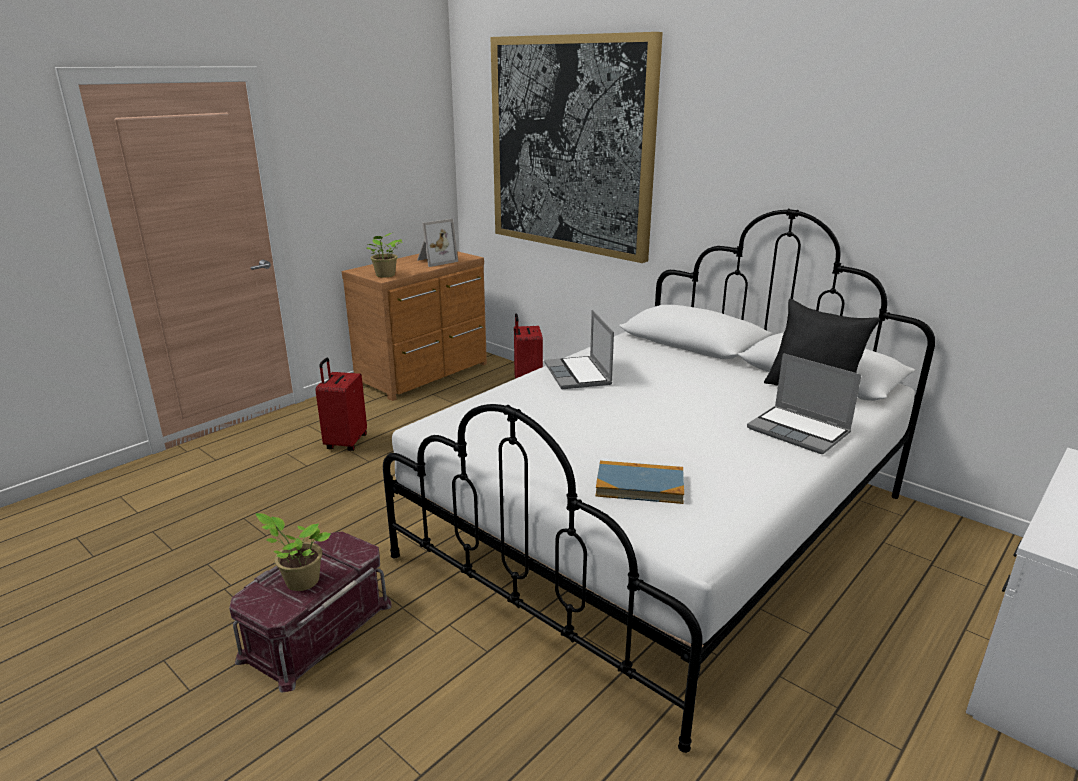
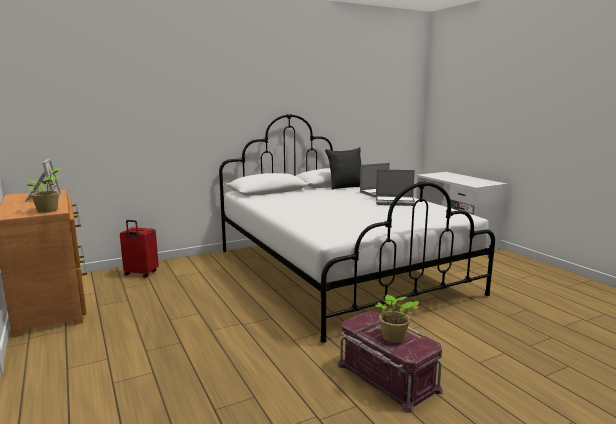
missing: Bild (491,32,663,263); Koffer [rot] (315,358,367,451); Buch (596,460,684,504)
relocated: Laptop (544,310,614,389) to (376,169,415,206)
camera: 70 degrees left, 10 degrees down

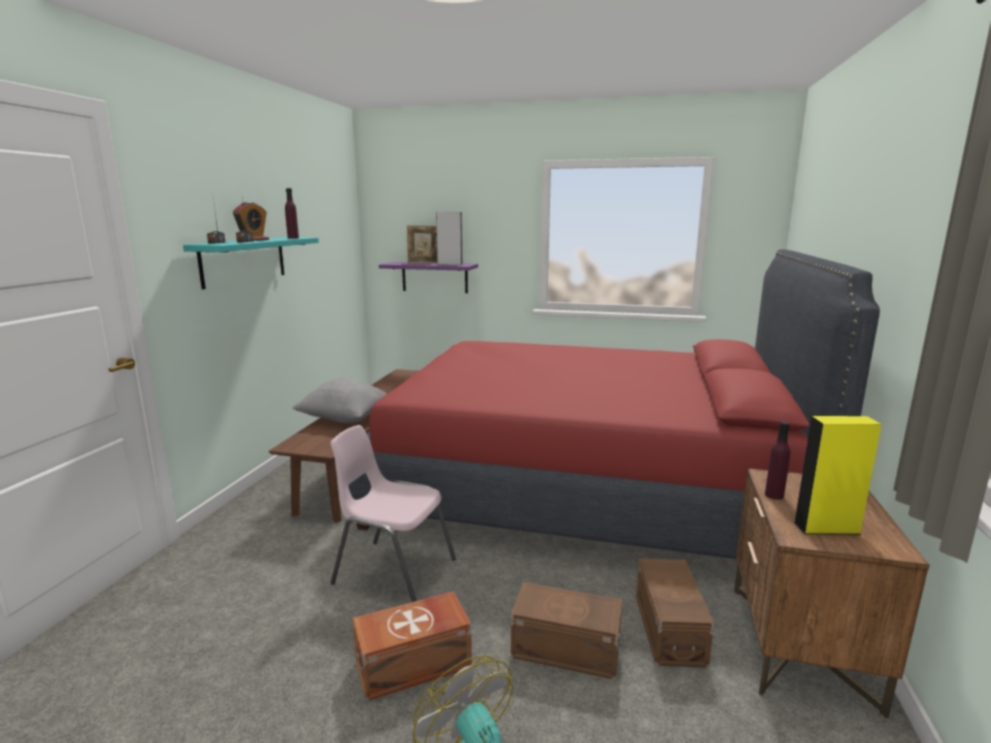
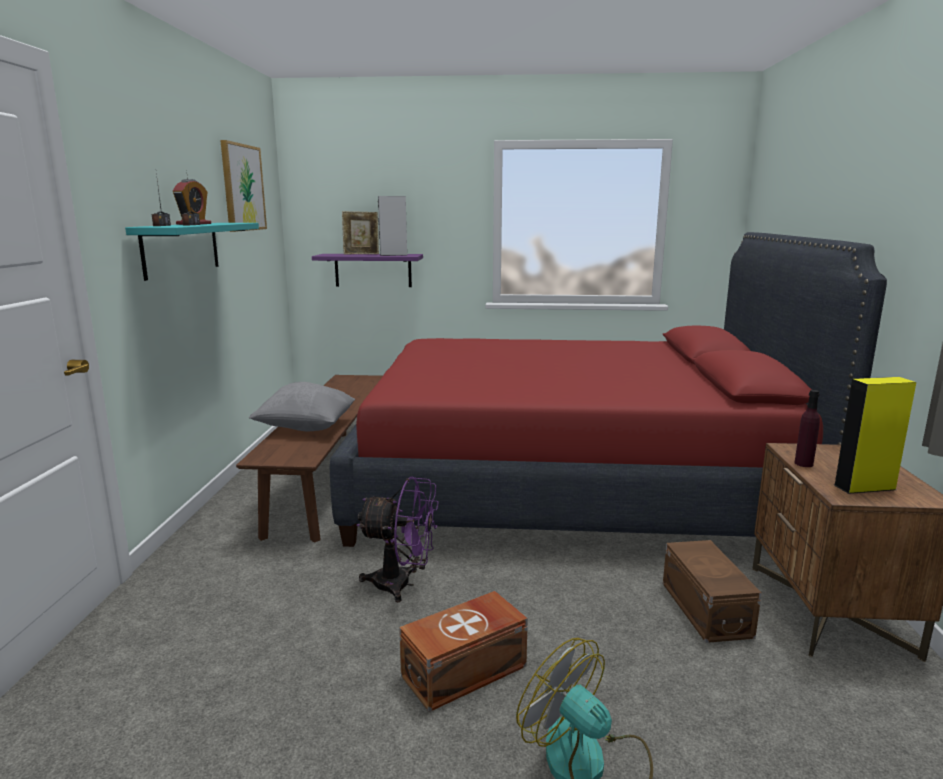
missing: Flasche [lila] (285,188,299,239); Aufbewahrungsbox [braun] (511,582,622,680)
appeared: Bild (220,140,267,232)
exchanged: Stuhl [rosa] (330,425,456,602) to Ventilator [lila] (357,476,439,602)
camera: 10 degrees left, 0 degrees up

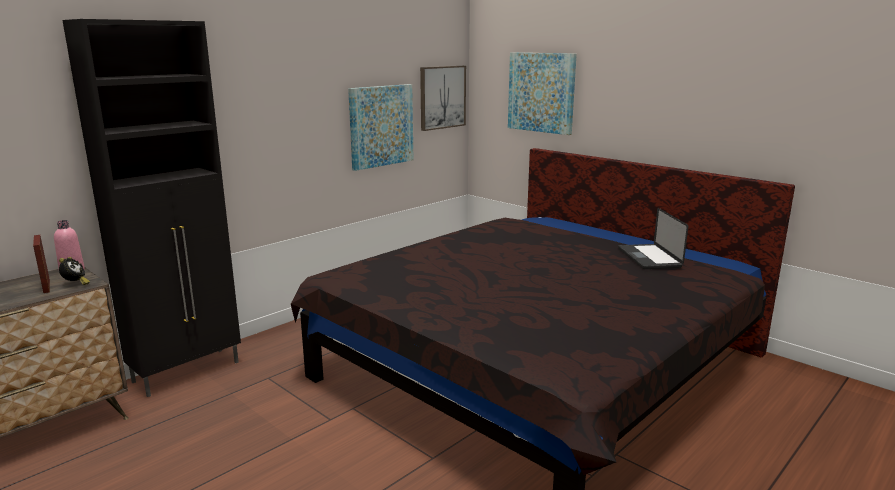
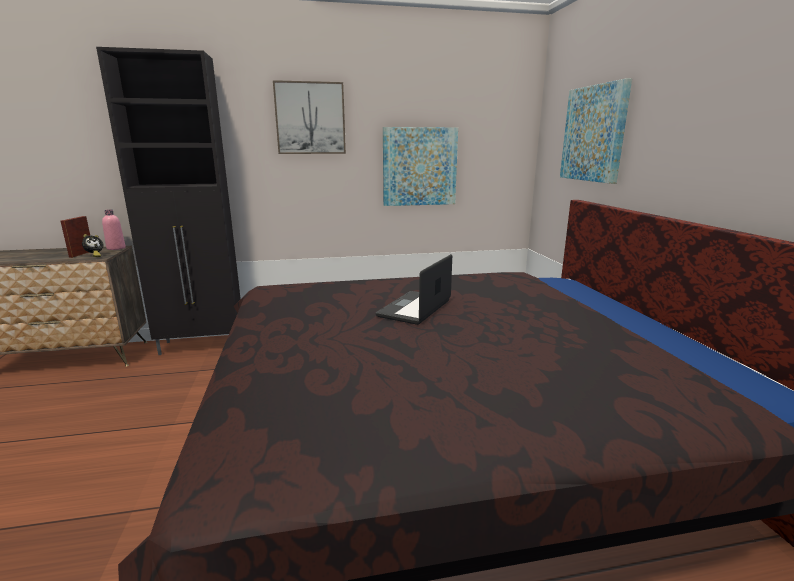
relocated: Bild (420,66,466,131) to (273,80,346,154); Laptop (618,208,688,269) to (376,254,452,325)
camera: 35 degrees right, 0 degrees up

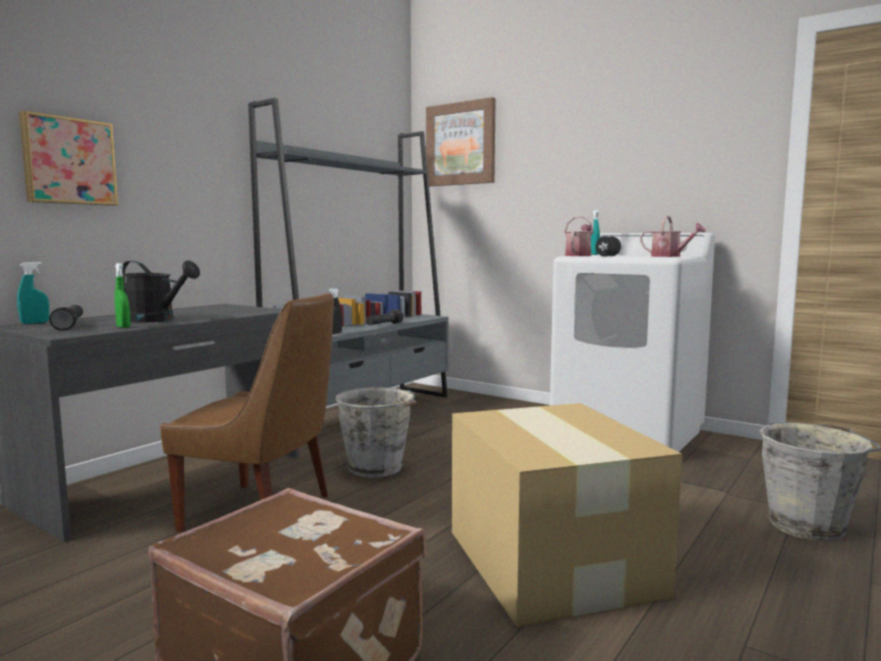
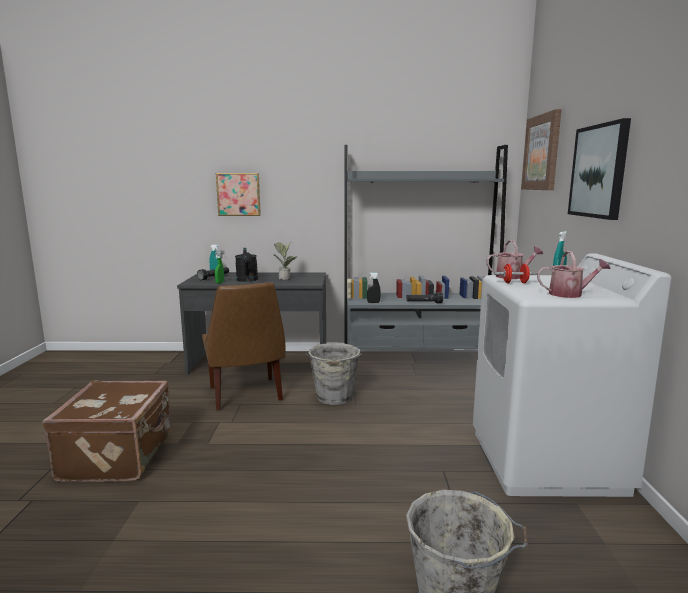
missing: Karton (452,403,682,627)
appeared: Bild (568,118,631,220); Topfpflanze (273,242,298,280)
colour: Hantel [schwarz] (596,236,621,257) to Hantel [rot] (494,264,537,283)
spun: Gießkanne (640,216,706,257) = (537,251,610,298) 90 degrees counterclockwise
camera: 55 degrees right, 5 degrees up

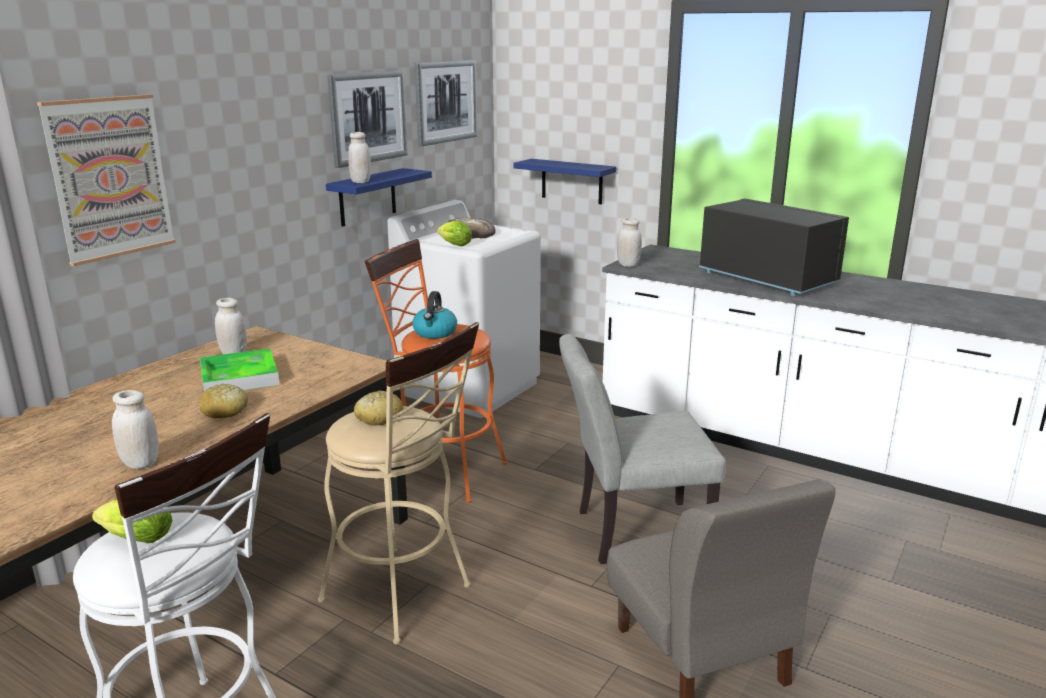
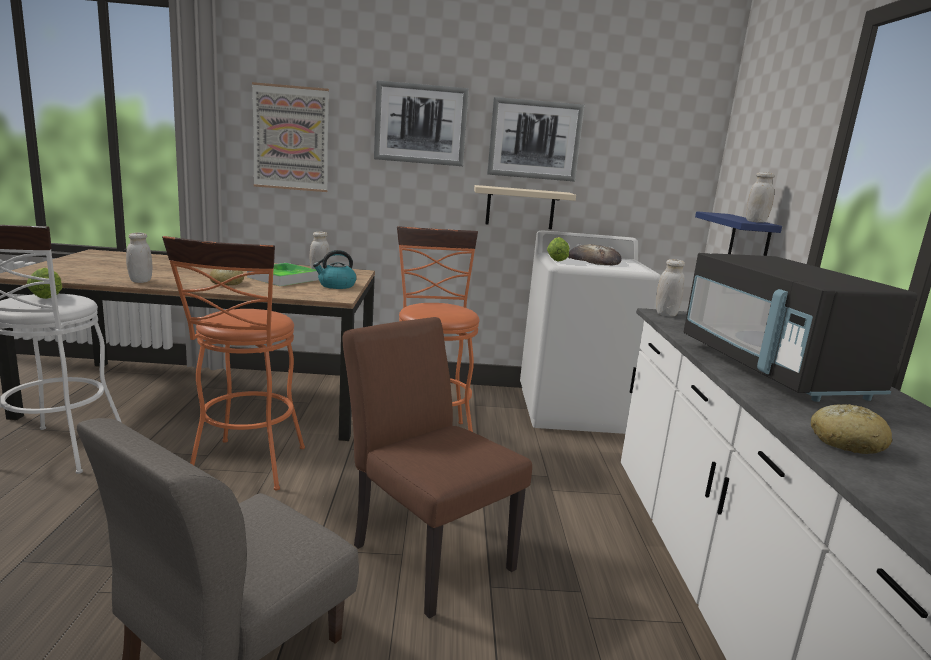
relocated: Bild (415,60,477,147) to (374,80,469,166); Vorratsglas [weiß] (348,132,371,183) to (746,172,775,223); Wasserkessel (412,291,457,339) to (313,250,357,289); Brot (354,391,403,426) to (811,404,892,454)
colour: Wandregal [blau] (326,168,432,227) to Wandregal [beige] (474,185,576,229); Hocker [beige] (318,322,479,645) to Hocker [orange] (162,236,305,490); Stuhl [grau] (559,334,726,564) to Stuhl [braun] (343,317,532,619)
spun: Mikrowelle [schwarz] (699,199,849,296) = (684,253,918,402) 150 degrees clockwise
camera: 55 degrees right, 5 degrees down

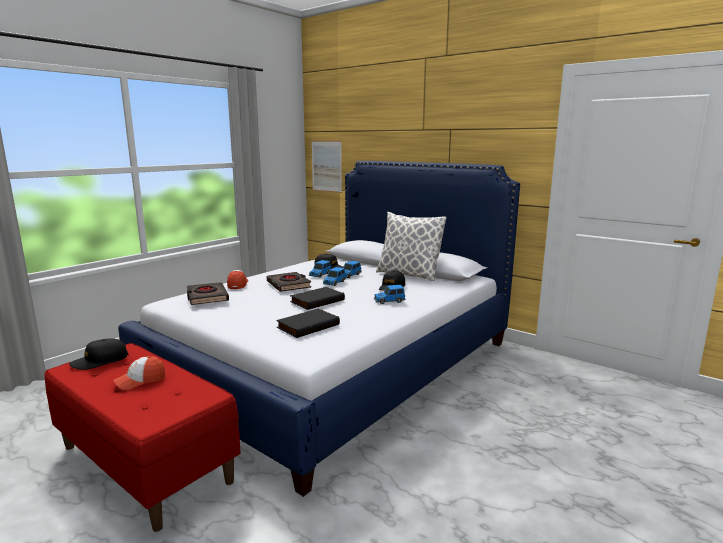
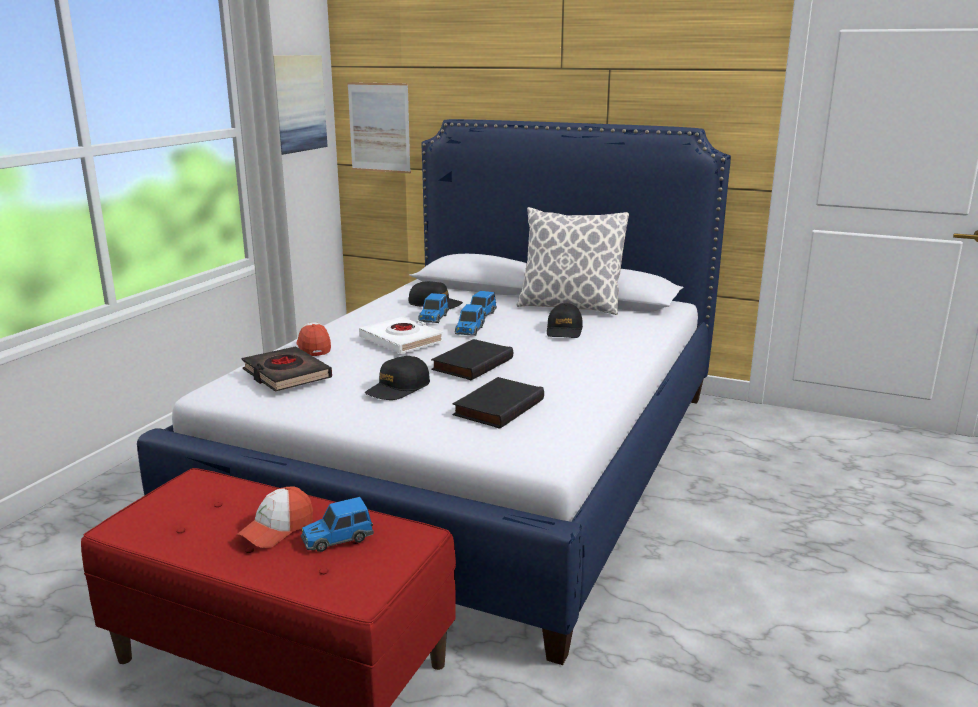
appeared: Bild (273,55,328,155)
relocated: Spielzeugauto (374,285,405,304) to (301,497,374,552); Kappe [schwarz] (69,338,128,370) to (365,356,430,400)
colour: Buch [schwarz] (267,272,311,292) to Buch [weiß] (359,317,444,354)
camera: 15 degrees left, 5 degrees up

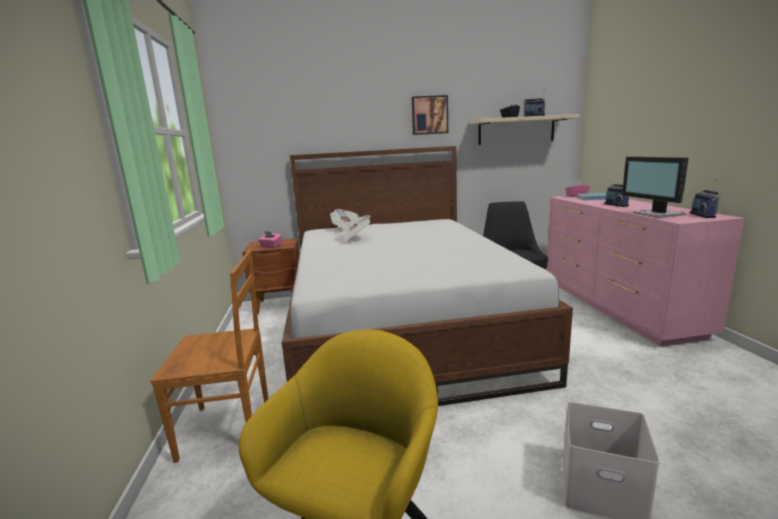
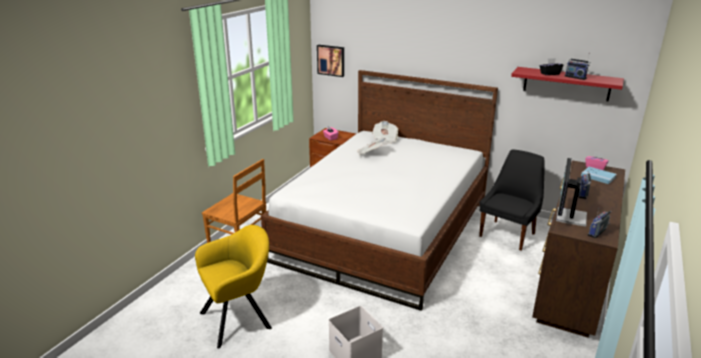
relocated: Bild (412,95,448,135) to (317,45,344,77)
colour: Wandregal [beige] (470,114,580,145) to Wandregal [rot] (511,67,624,101); Kommode [rosa] (547,196,745,346) to Kommode [braun] (532,160,625,337)
camera: 35 degrees right, 10 degrees up

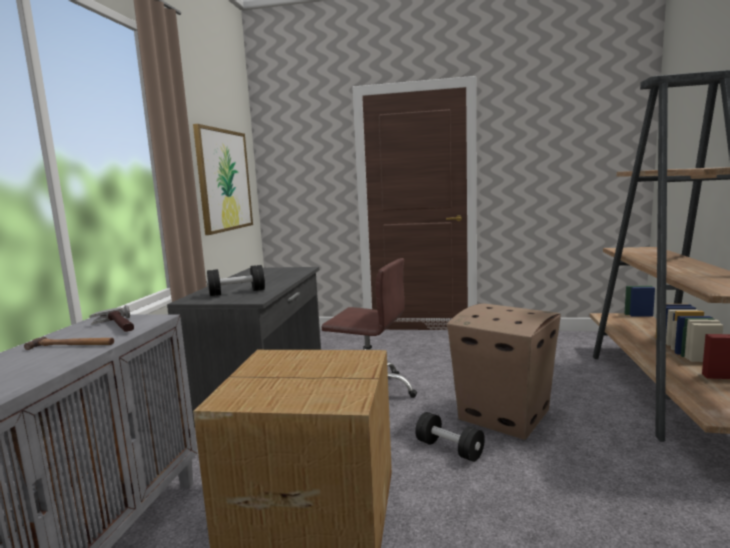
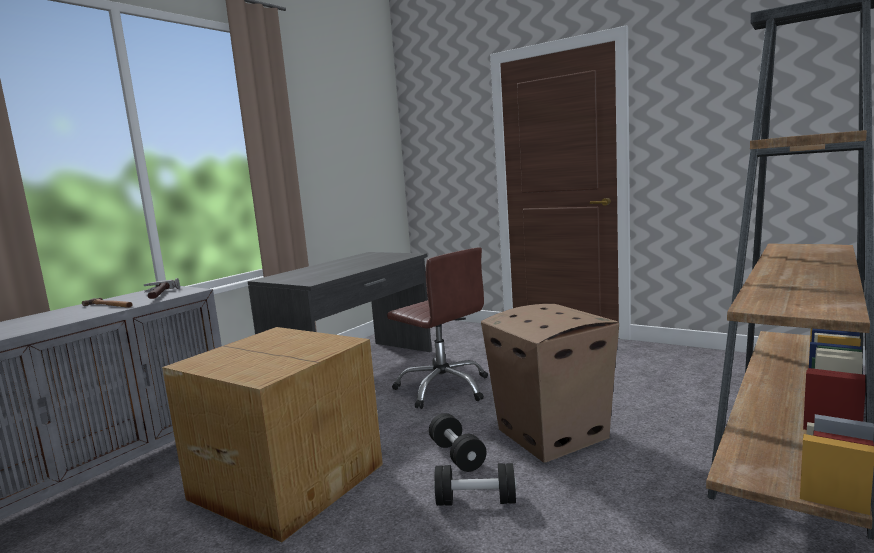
missing: Bild (193,124,253,235)
relocated: Hantel [schwarz] (207,265,265,296) to (434,463,517,506)
camera: 25 degrees right, 0 degrees up

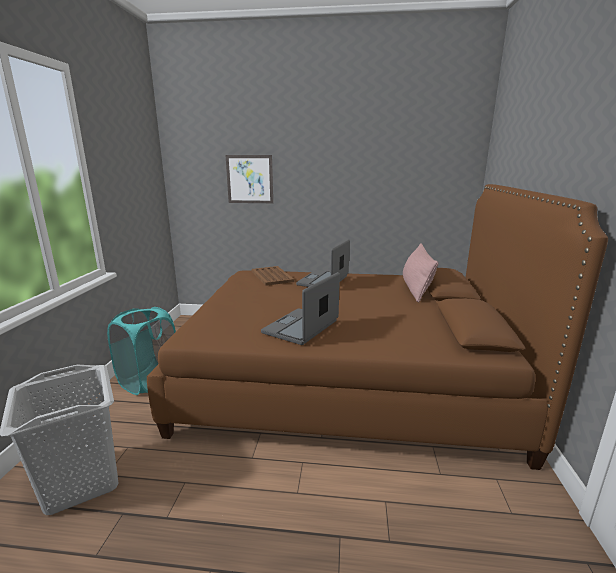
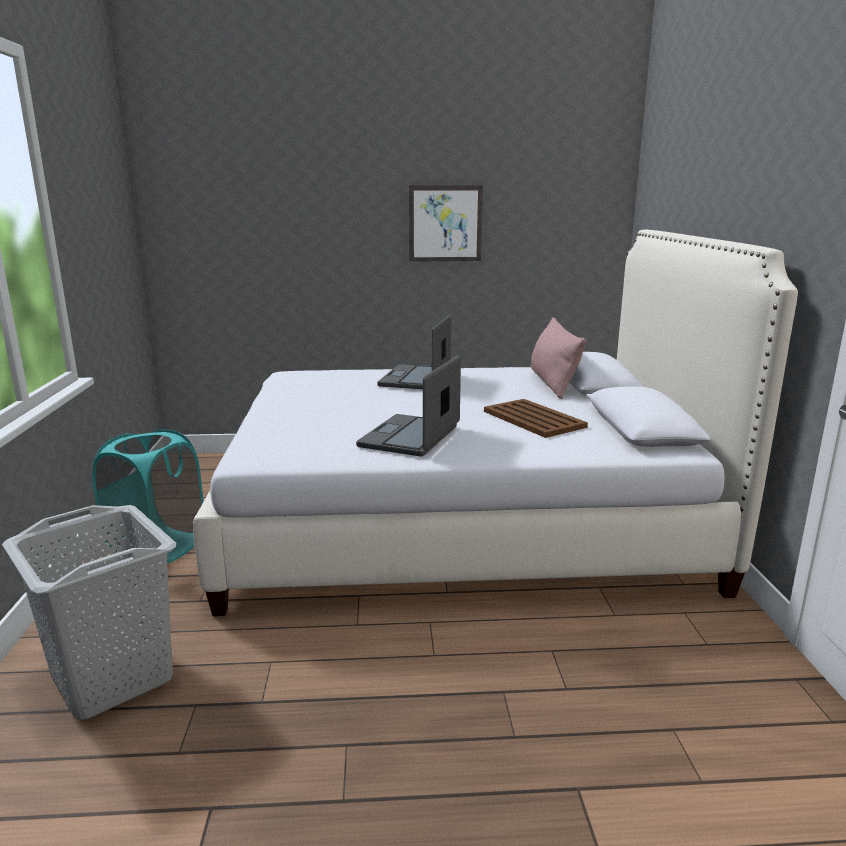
relocated: Bild (226,155,273,203) to (409,185,483,262); Tablett [braun] (252,266,294,286) to (484,399,588,438)
colour: Bett [braun] (147,184,608,470) to Bett [weiß] (193,229,798,616)
camera: 10 degrees left, 0 degrees up

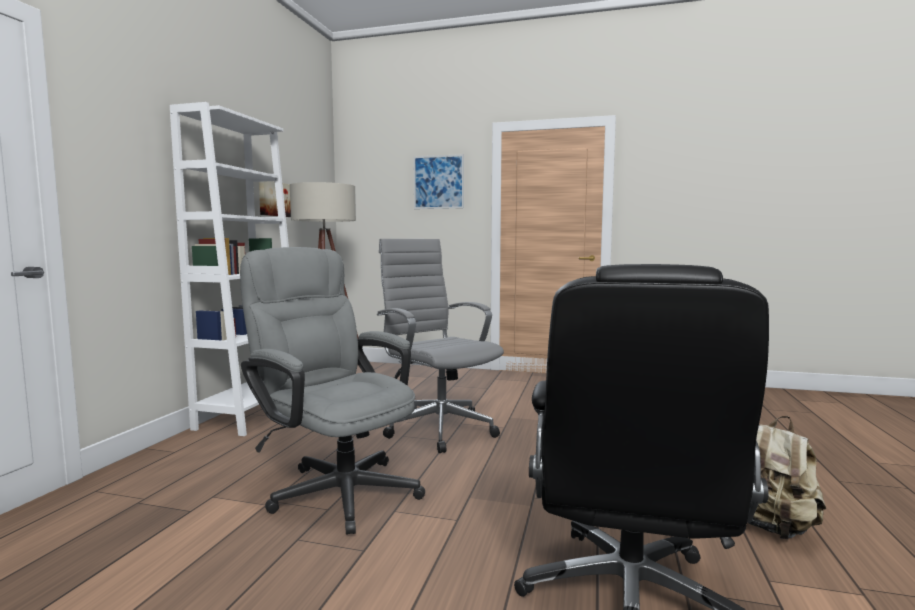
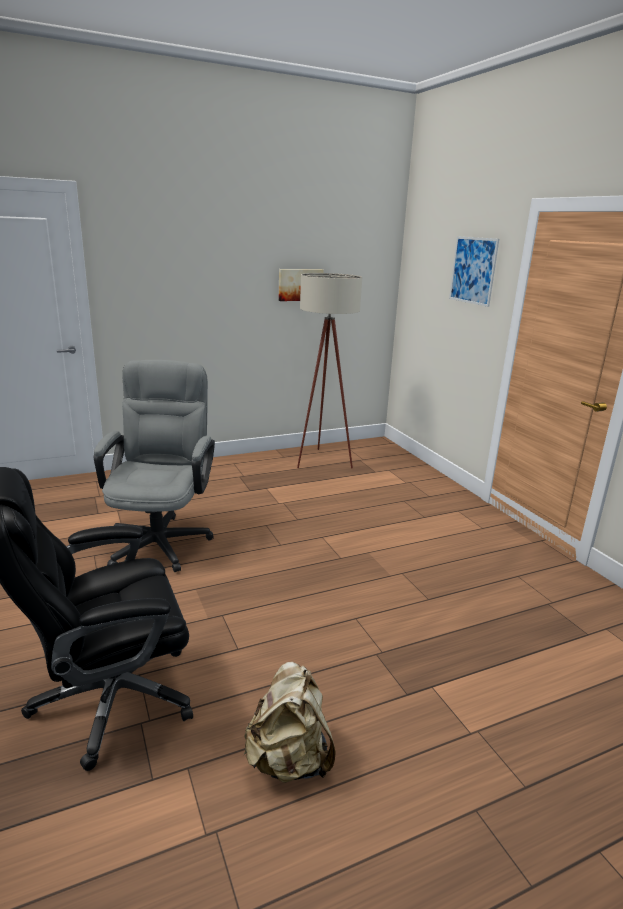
missing: Bücherregal [weiß] (170,102,289,436); Bürostuhl [grau] (377,239,504,453)
camera: 50 degrees right, 15 degrees up

